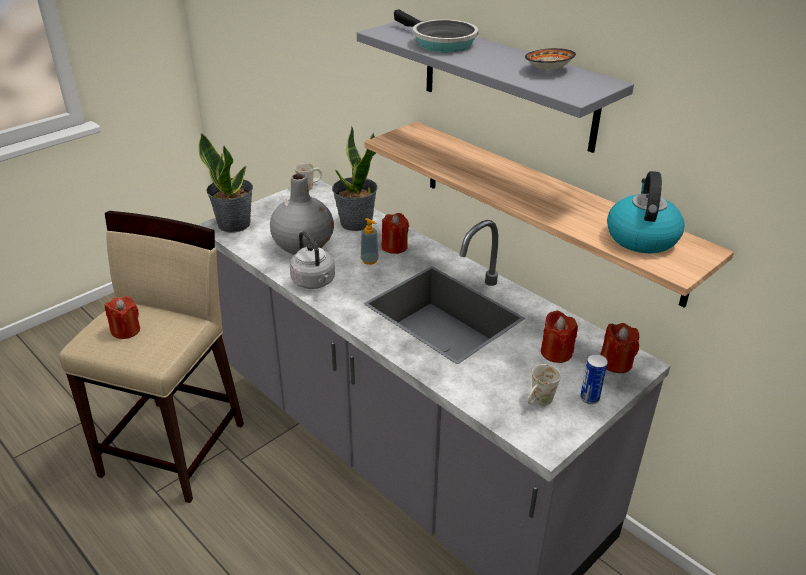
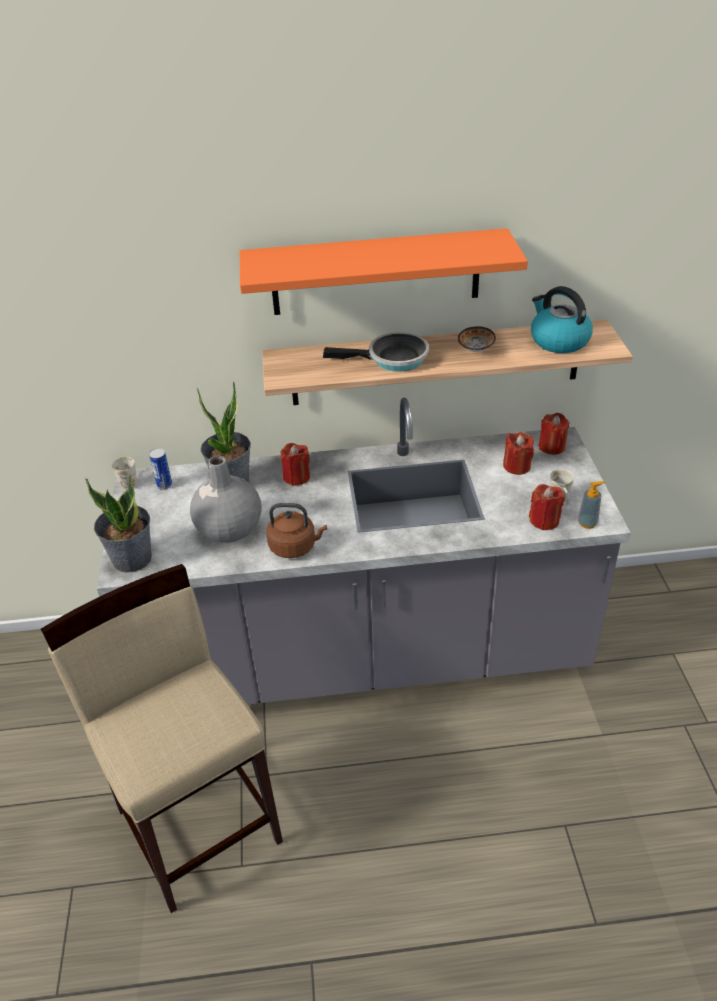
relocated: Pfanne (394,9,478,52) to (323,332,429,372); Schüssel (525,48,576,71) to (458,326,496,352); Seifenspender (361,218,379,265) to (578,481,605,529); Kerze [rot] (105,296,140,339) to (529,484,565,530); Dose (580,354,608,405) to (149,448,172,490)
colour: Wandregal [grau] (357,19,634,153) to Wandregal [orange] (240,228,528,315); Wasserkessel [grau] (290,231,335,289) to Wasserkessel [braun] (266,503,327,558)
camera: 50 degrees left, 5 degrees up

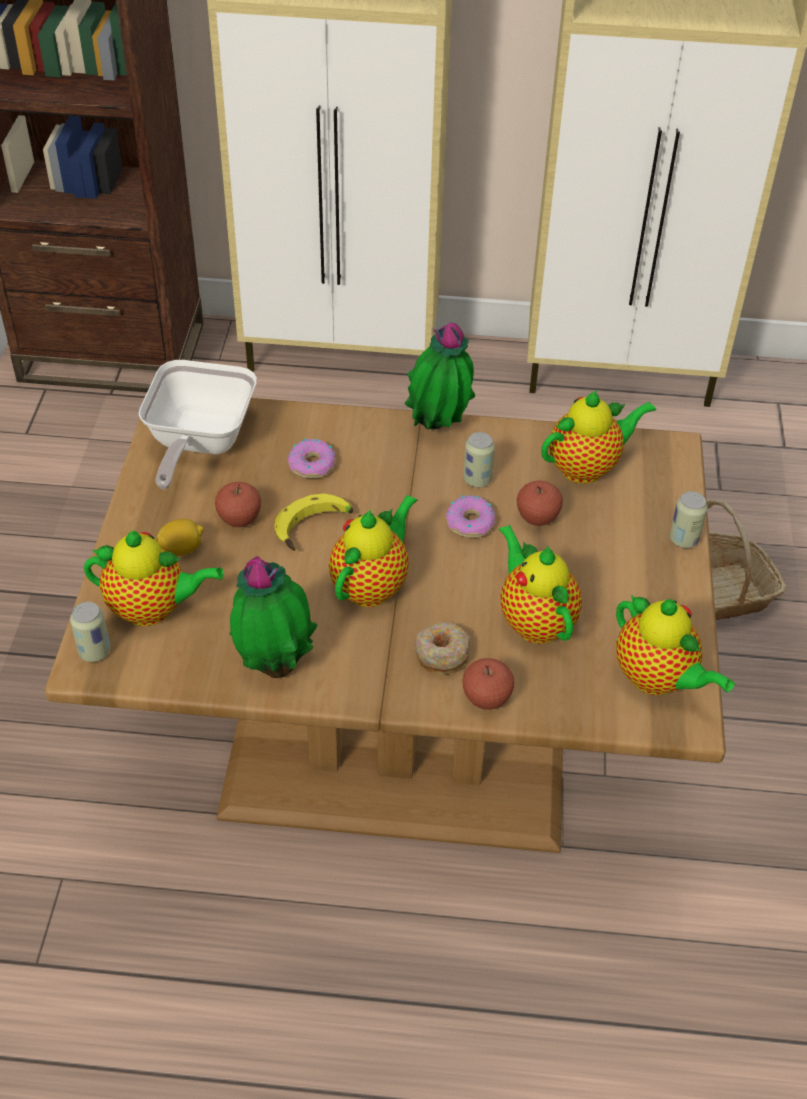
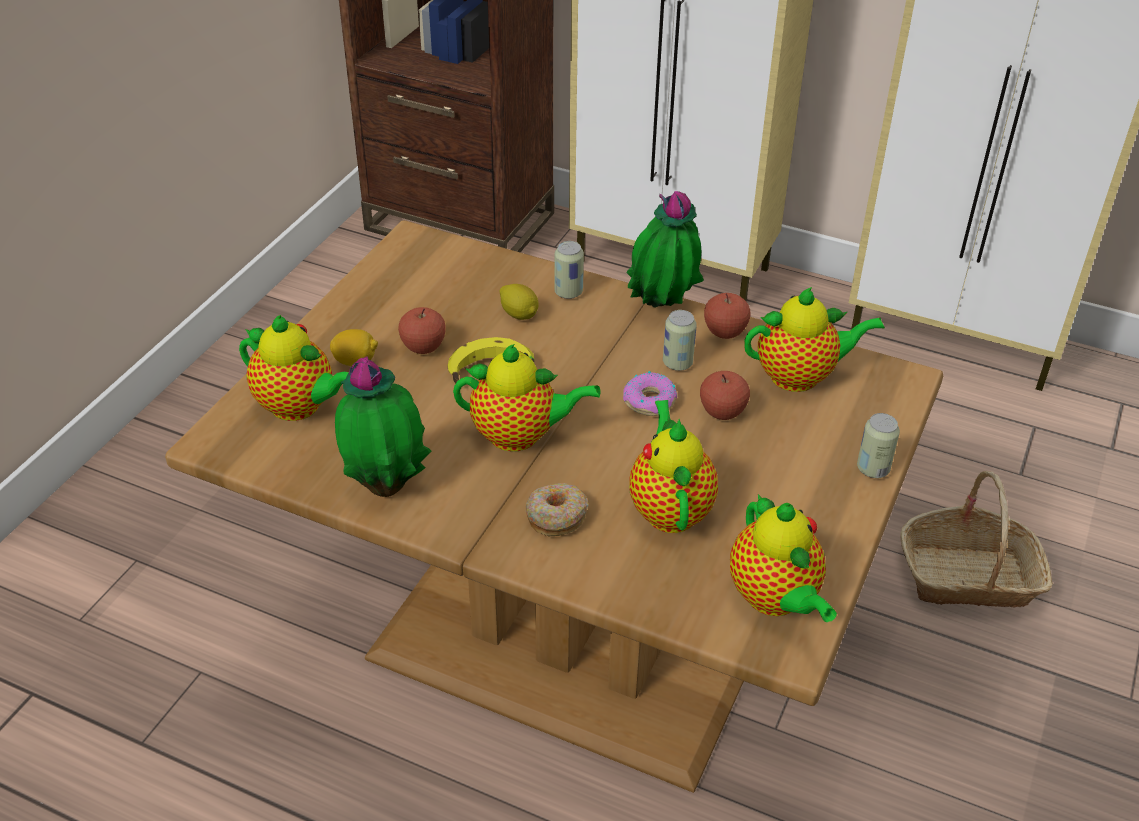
missing: Pfanne (138,360,257,489)
relocated: Dose (70,602,111,662) to (555,241,584,299); Apfel (462,658,514,710) to (704,293,751,339)
exchanged: Donut (288,439,336,479) to Zitrone (500,284,539,320)
spun: Teekanne (329,495,417,607) = (453,344,600,451) 45 degrees clockwise
camera: 20 degrees right, 5 degrees down

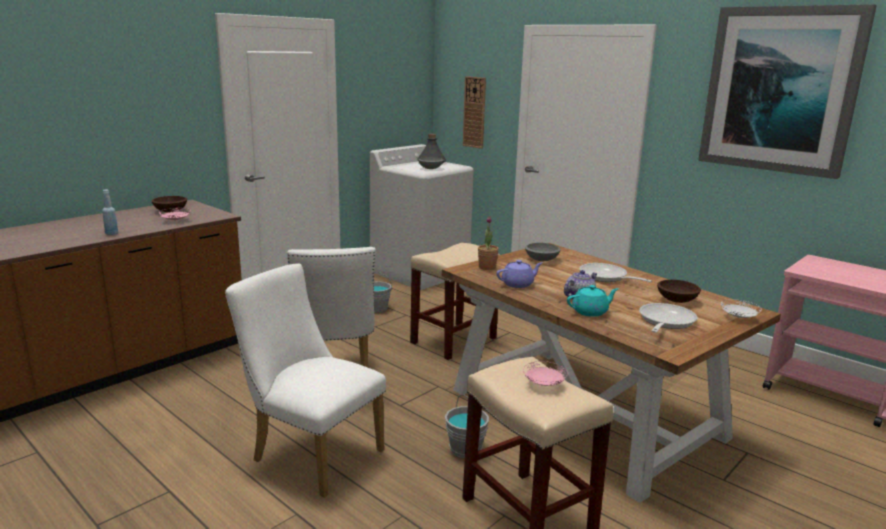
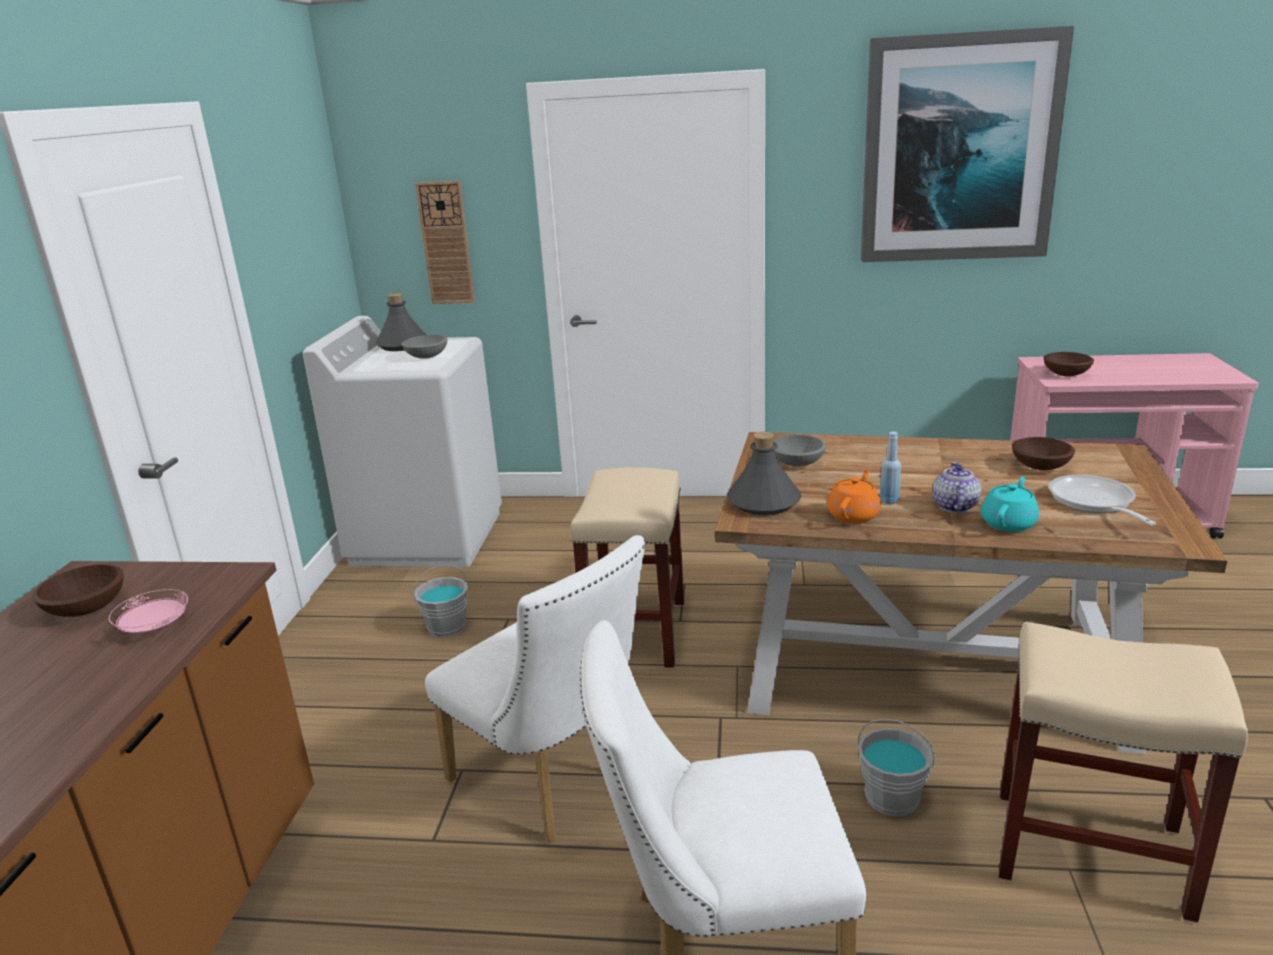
missing: Pfanne (579,263,652,282); Teller [weiß] (721,299,762,318); Teller [rosa] (523,361,568,386)
appeared: Schüssel [braun] (1043,352,1094,376)
relocated: Flasche [blau] (102,190,118,235) to (879,431,901,504)
exchanged: Topfpflanze (478,217,499,270) to Flasche [grau] (727,432,801,515)
colour: Teekanne [lila] (496,260,542,288) to Teekanne [orange] (827,470,881,523)
camera: 35 degrees left, 5 degrees up

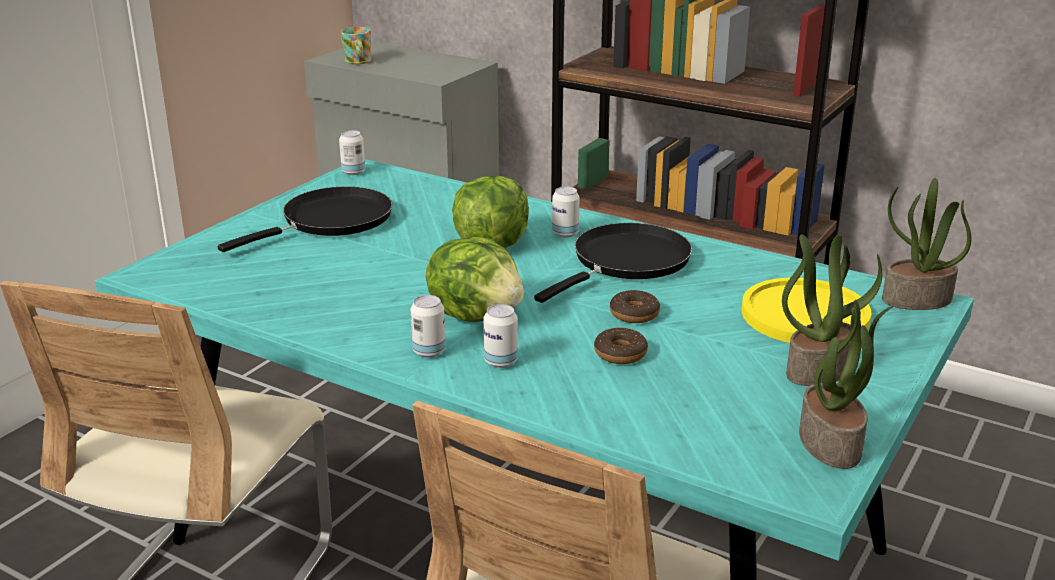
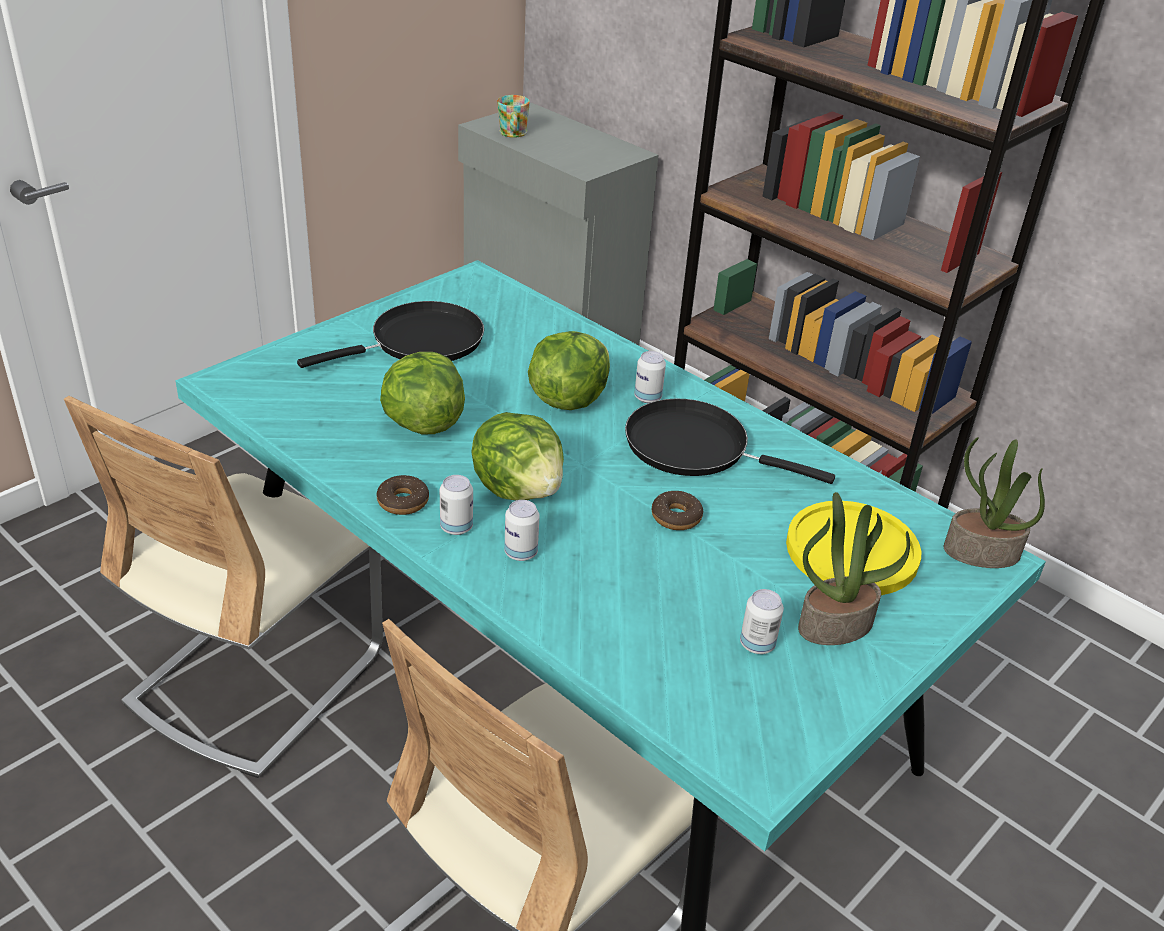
missing: Topfpflanze (799,300,893,469)
appeared: Salatkopf (380,352,465,435)
relocated: Dose (339,130,365,175) to (740,589,784,654); Donut (594,328,648,364) to (377,475,429,515)
spun: Pfanne [schwarz] (534,223,692,303) = (625,399,835,484) 120 degrees counterclockwise
camera: 10 degrees right, 10 degrees up

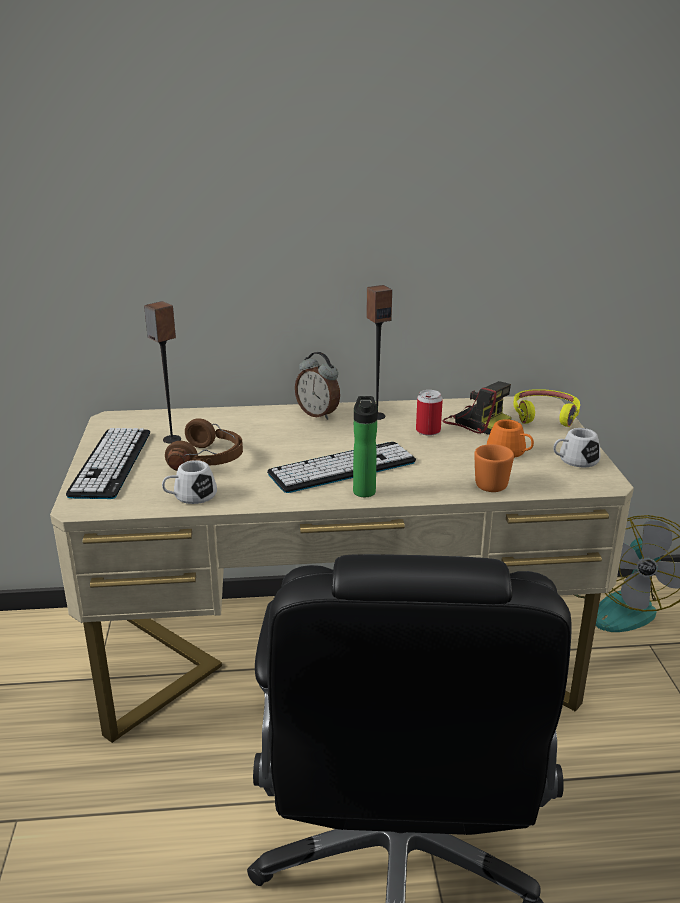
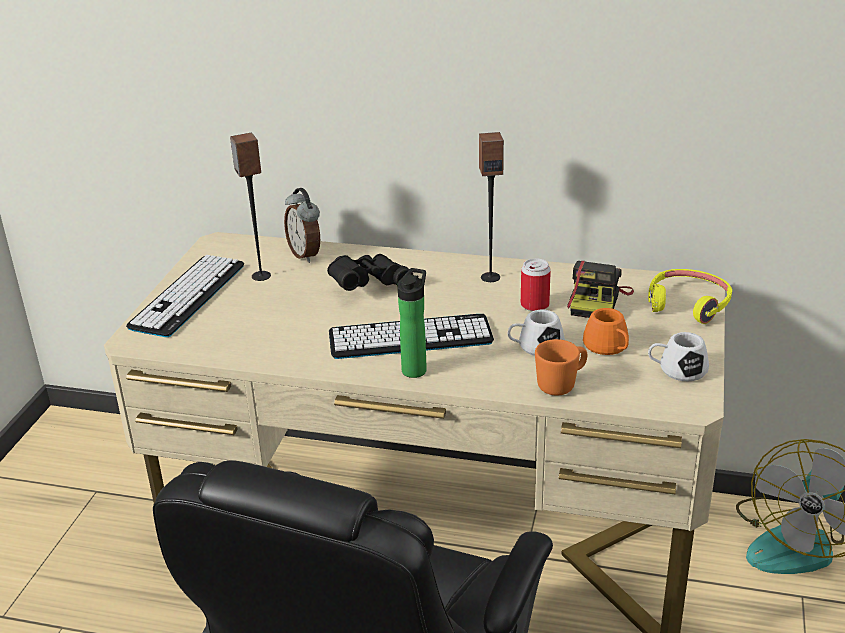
missing: Kopfhörer [braun] (165,418,243,471)
appeared: Fernglas [schwarz] (327,254,413,291)
relocated: Wecker (295,352,340,420) to (284,188,320,263); Henkelbecher [weiß] (162,460,217,504) to (508,310,565,356)
spun: Kamera (443,381,512,435) = (567,261,634,318) 45 degrees clockwise
camera: 20 degrees right, 5 degrees up

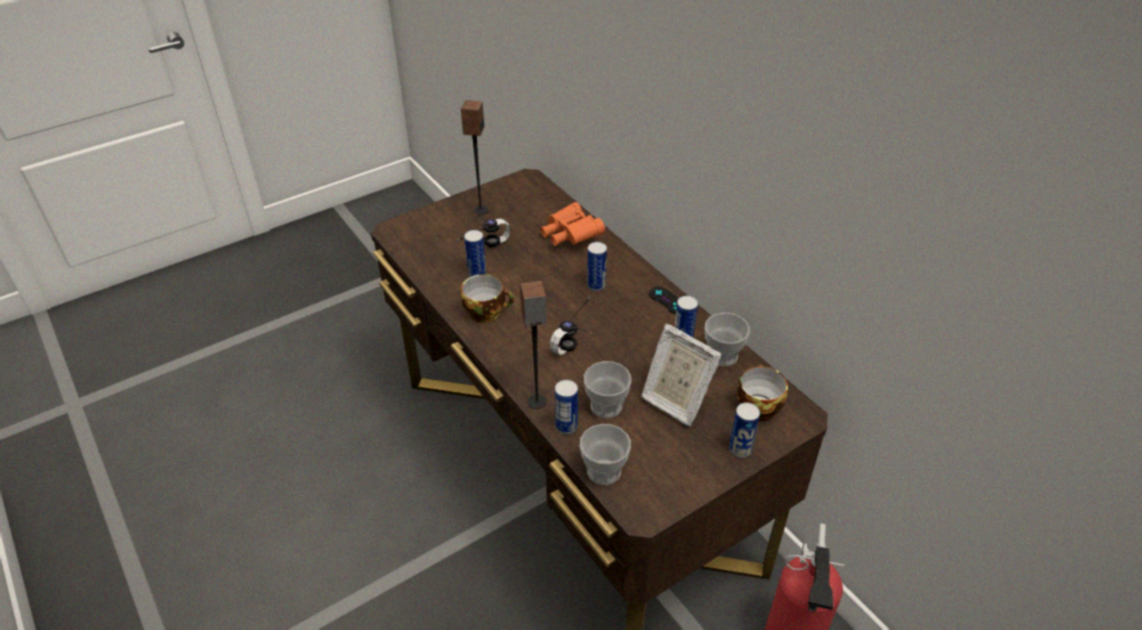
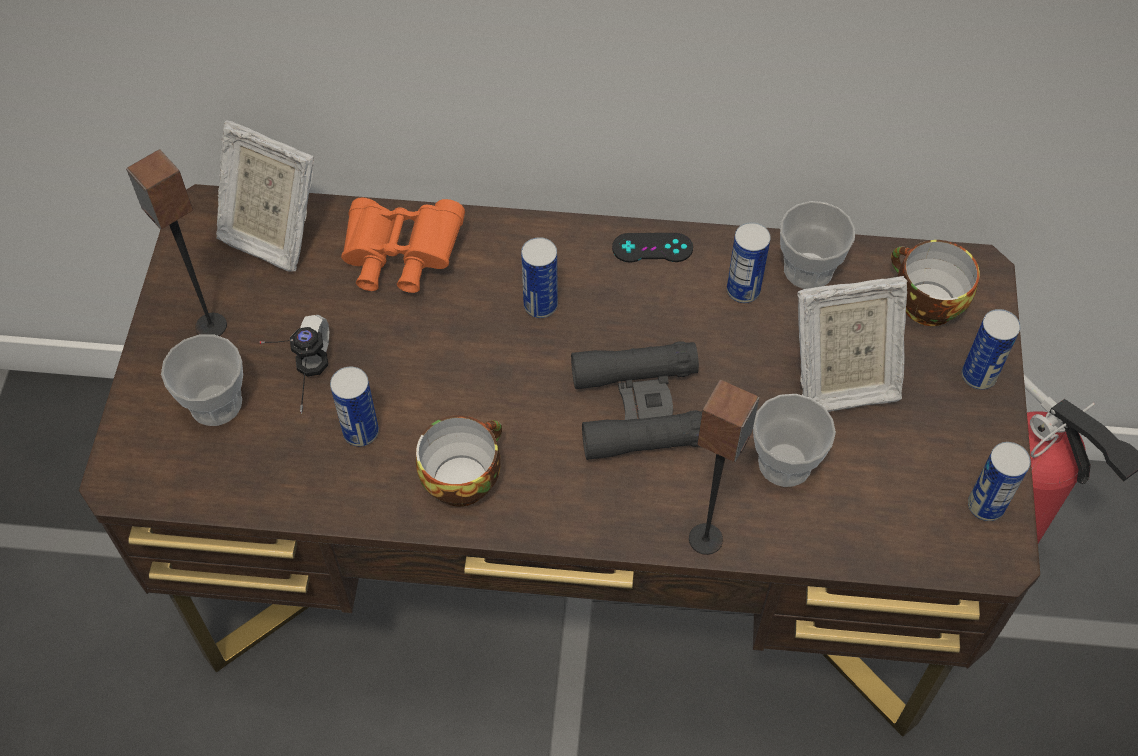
appeared: Bilderrahmen (216,121,314,272)
relocated: Dose (555,380,578,435) to (968,442,1031,521); Tasse (580,424,631,485) to (161,335,243,426)
exchanged: Kopfhörer (550,295,592,355) to Fernglas [schwarz] (571,341,702,460)
camera: 50 degrees left, 15 degrees up

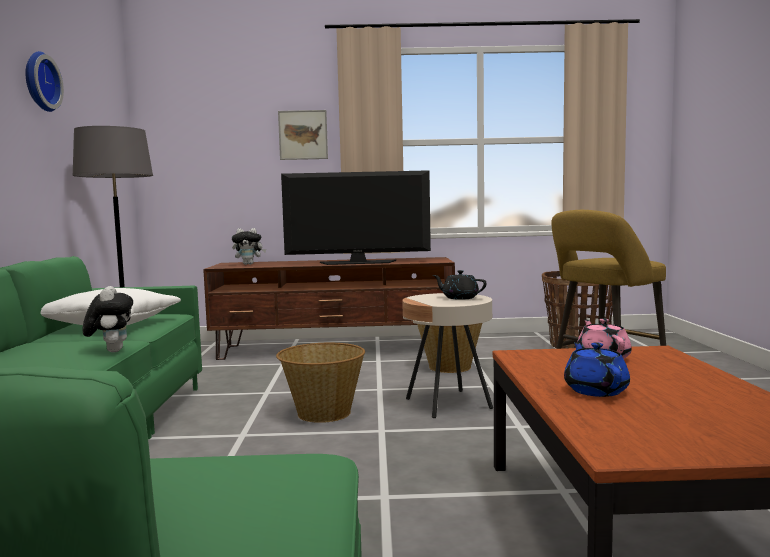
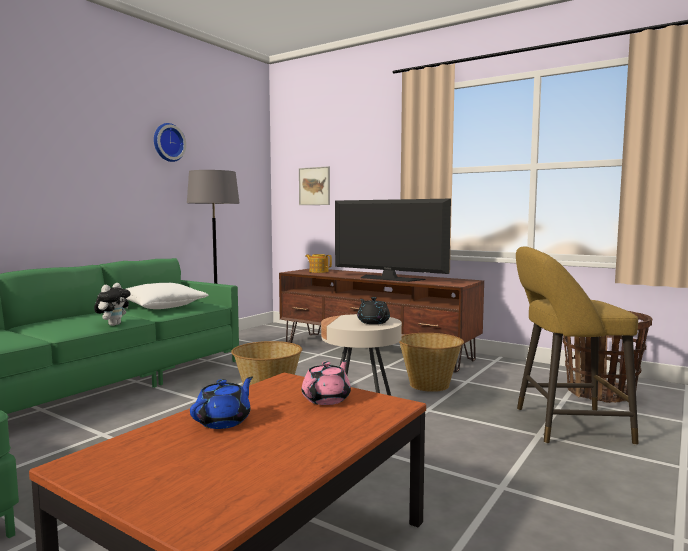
relocated: Bild (278,110,328,160) to (299,166,330,205)
exchanged: Plüschtier (232,228,266,265) to Teekanne (305,254,332,273)
camera: 35 degrees right, 0 degrees up

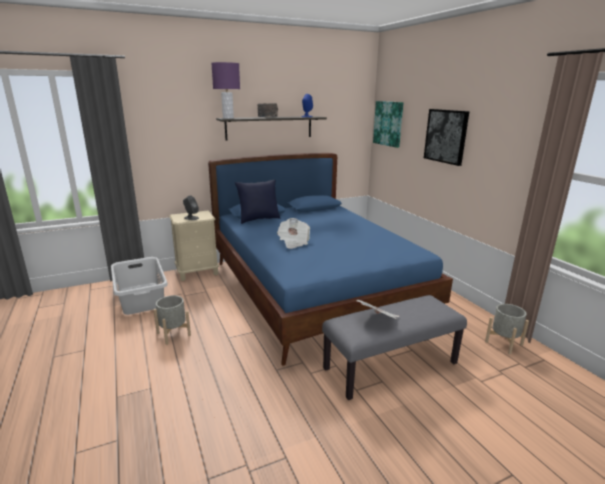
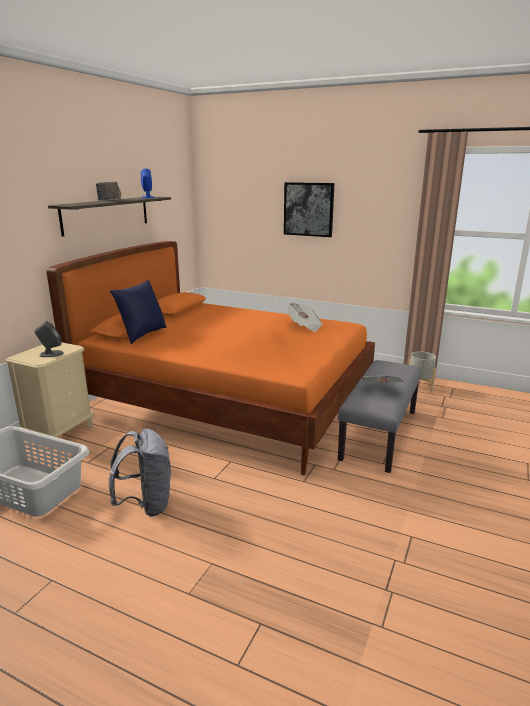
missing: Tischlampe [lila] (211,62,240,119); Bild (373,101,404,148)
relocated: Zeitung (277,218,310,249) to (287,303,323,332)
exchanged: Pflanzkübel [grau] (153,295,191,345) to Rucksack [grau] (109,428,171,516)
colour: Bett [blau] (208,153,453,366) to Bett [orange] (46,241,375,475)
camera: 40 degrees left, 0 degrees up

